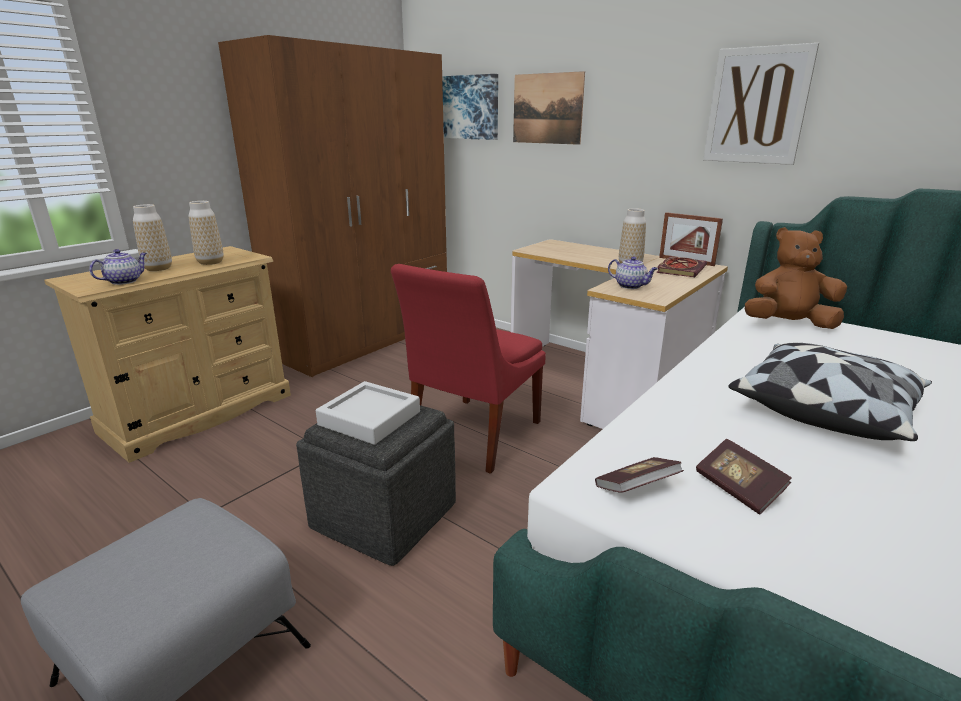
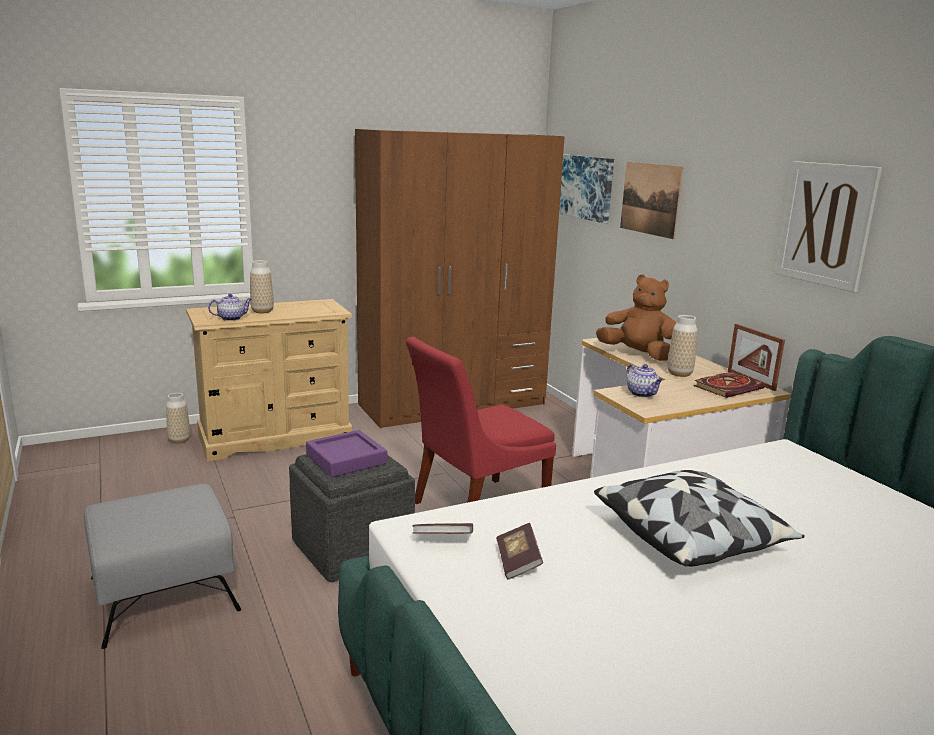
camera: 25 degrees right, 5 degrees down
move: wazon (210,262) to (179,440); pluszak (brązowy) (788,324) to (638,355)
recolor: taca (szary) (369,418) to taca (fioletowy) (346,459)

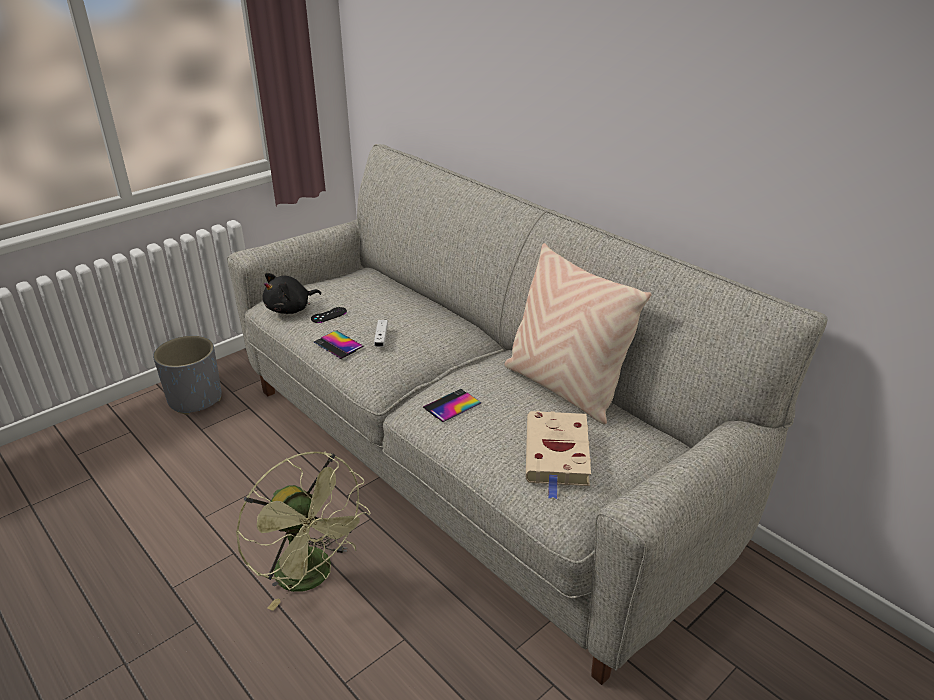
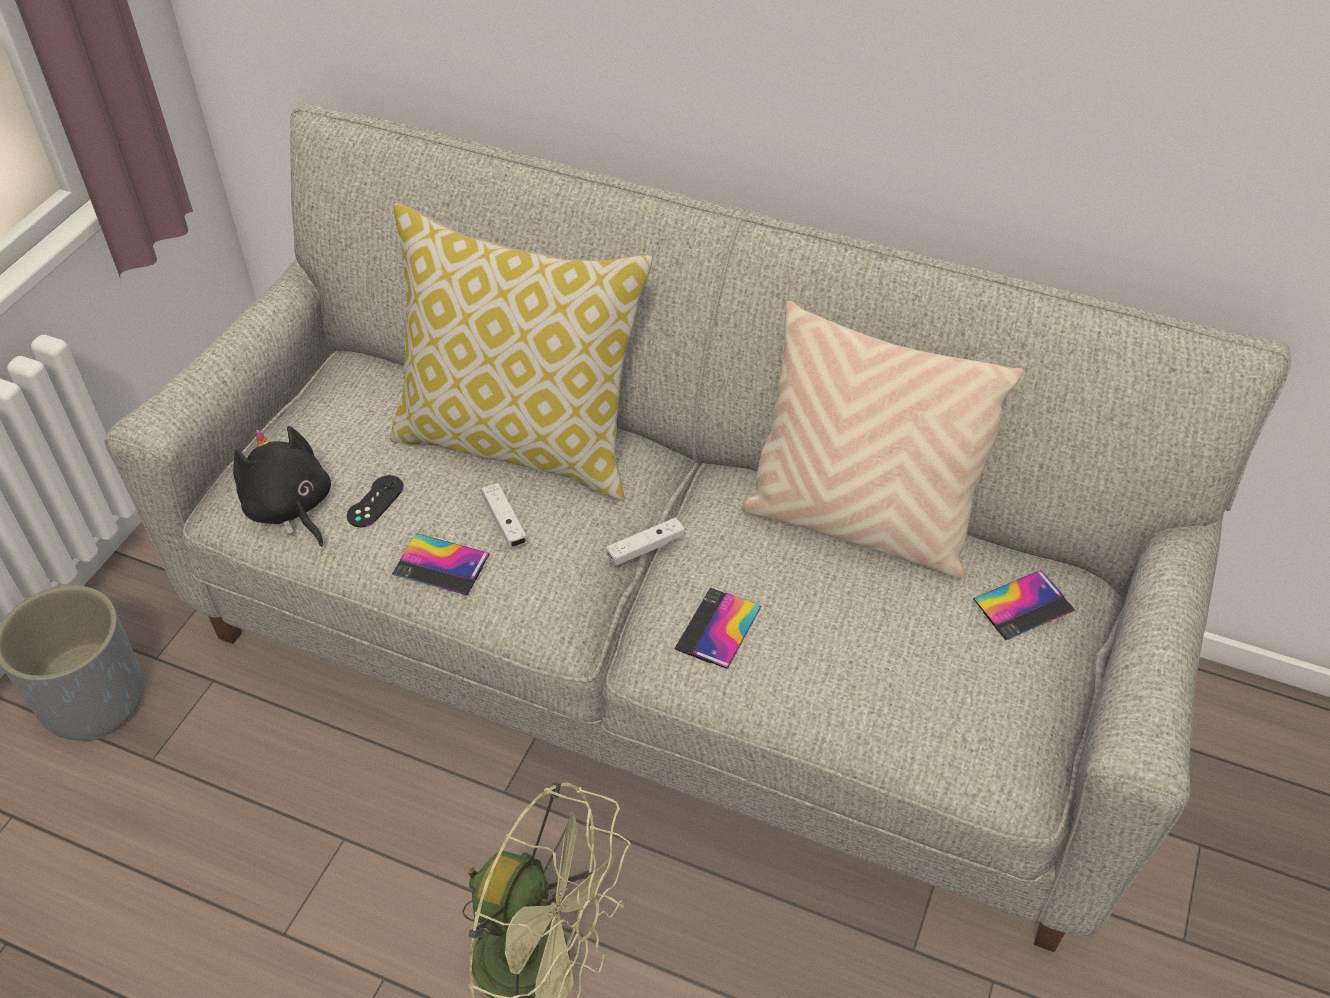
camera: 25 degrees left, 15 degrees up
delete: książka (beżowy) (557,455)
insert: poduszka (521,442); pad do gier (biały) (645,548); telefon (1023,605)
rotate: pluszak (czarny) (291,309) = (290,508) 120 degrees clockwise

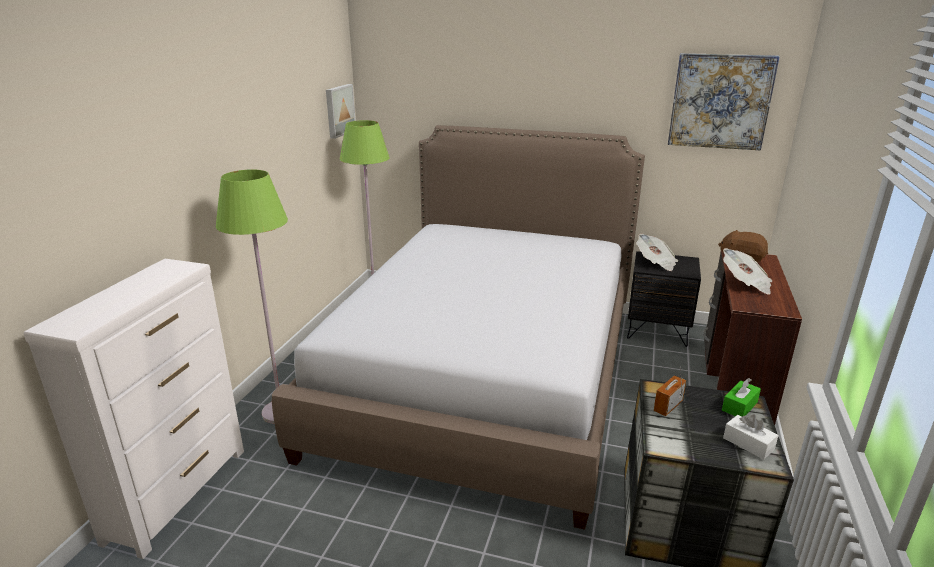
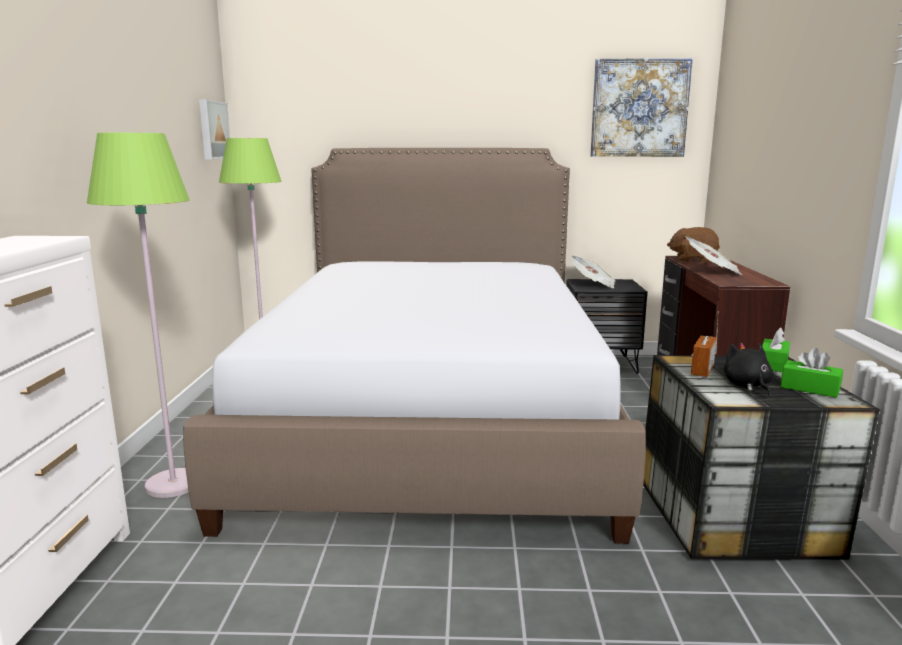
camera: 15 degrees left, 10 degrees down
insert: pluszak (czarny) (747,386)
recolor: pudełko chusteczek (biały) (748,444) to pudełko chusteczek (zielony) (810,388)

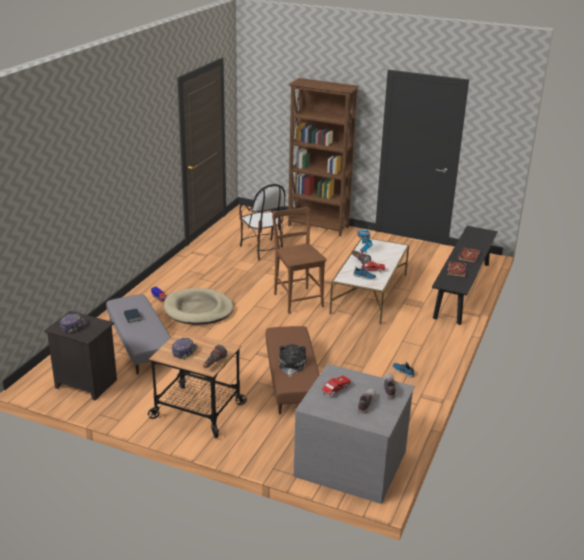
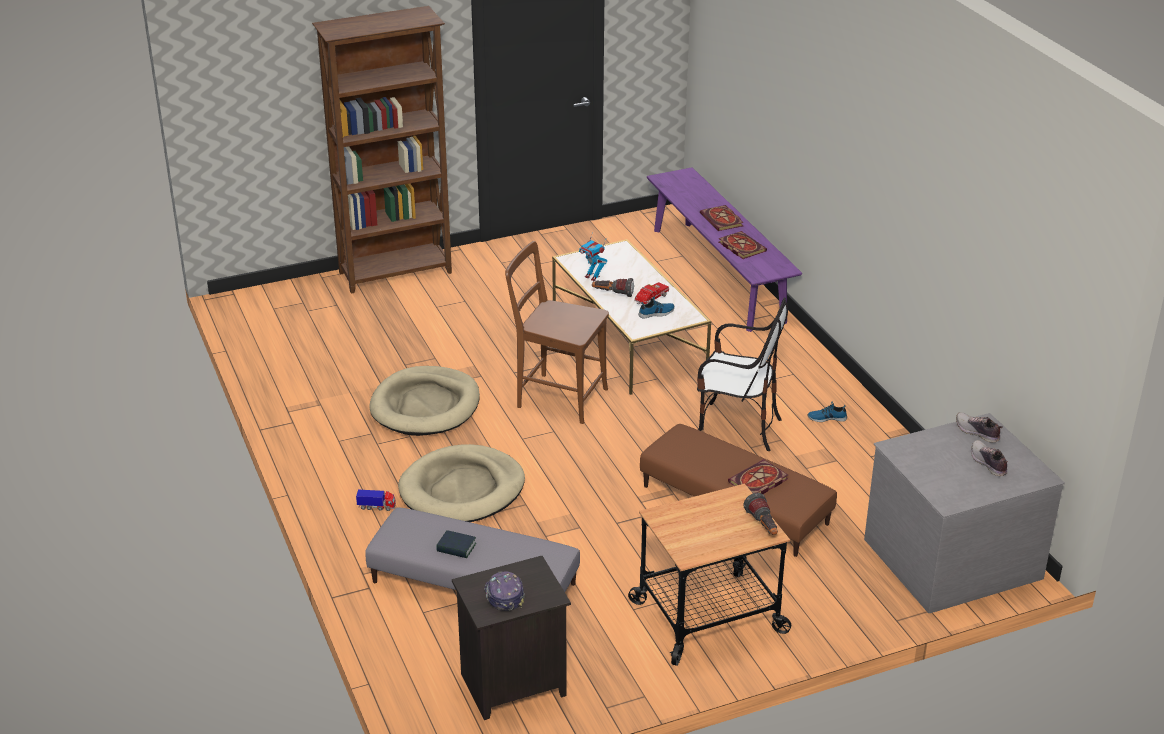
camera: 45 degrees left, 5 degrees up
delete: czapka z daszkiem (184,351); ciężarówka zabawkowa (335,390)
insert: legowisko (beżowy) (425,406)
move: krzesło (262,249) to (736,428)
replace: pluszak (291,365) to książka (758,482)
recolor: ławka (czarny) (462,290) to ławka (fioletowy) (717,274)

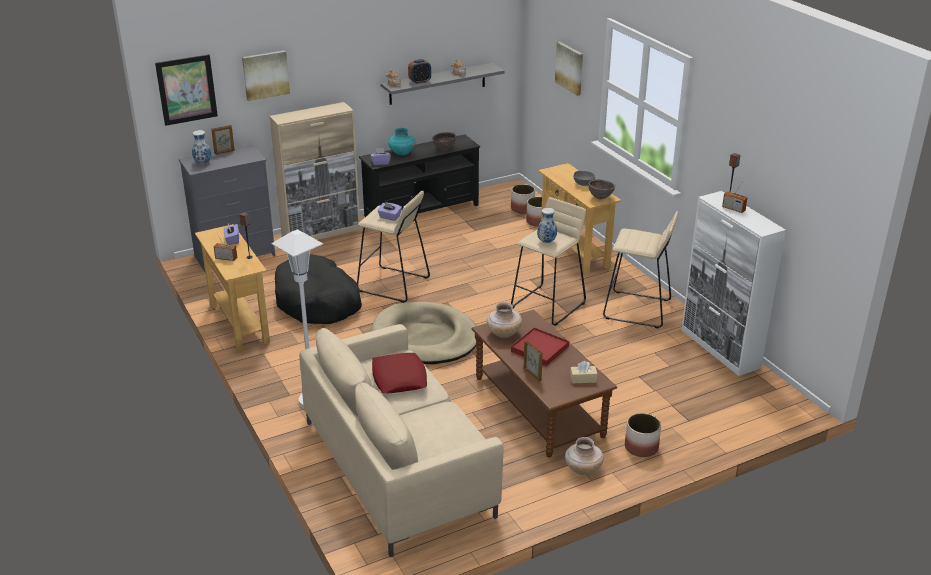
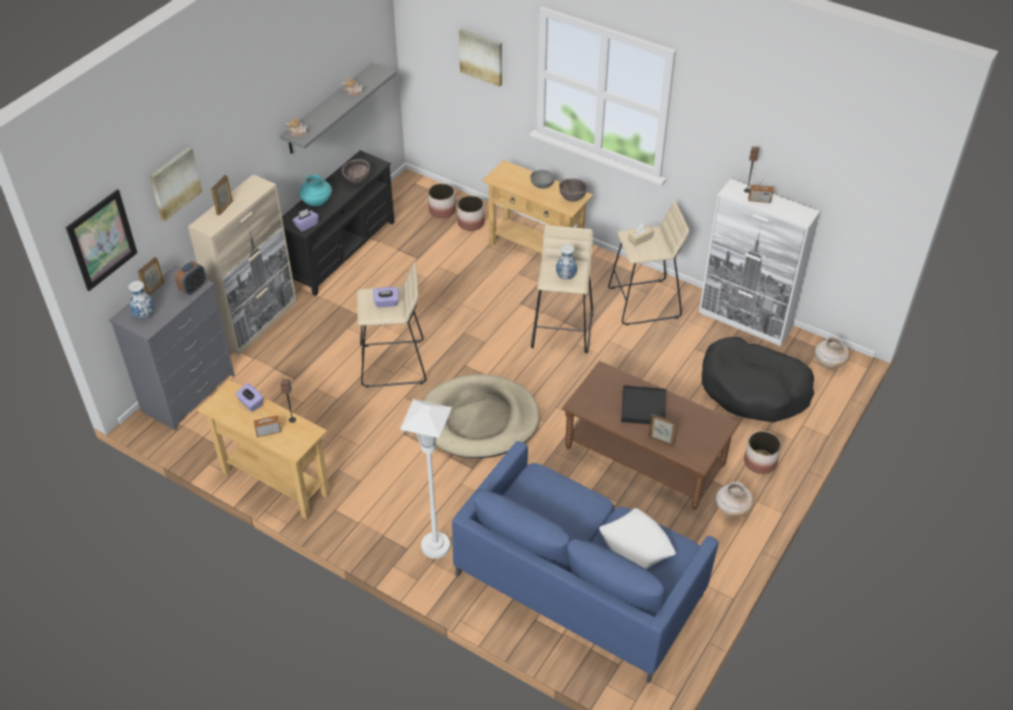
camera: 30 degrees left, 15 degrees up
delete: poduszka (czerwony) (399,378)
insert: ramka na zdjęcie (225,208); poduszka (biały) (636,545)
move: budzik (420,81) to (193,288); legowisko (czarny) (318,302) to (754,389); wazon (beżowy) (504,333) to (829,362); pudełko chusteczek (beżowy) (583,379) to (640,239)
recolor: kanapa (beżowy) (398,469) to kanapa (niebieski) (579,586); taca (czerwony) (539,348) to taca (czarny) (643,407)

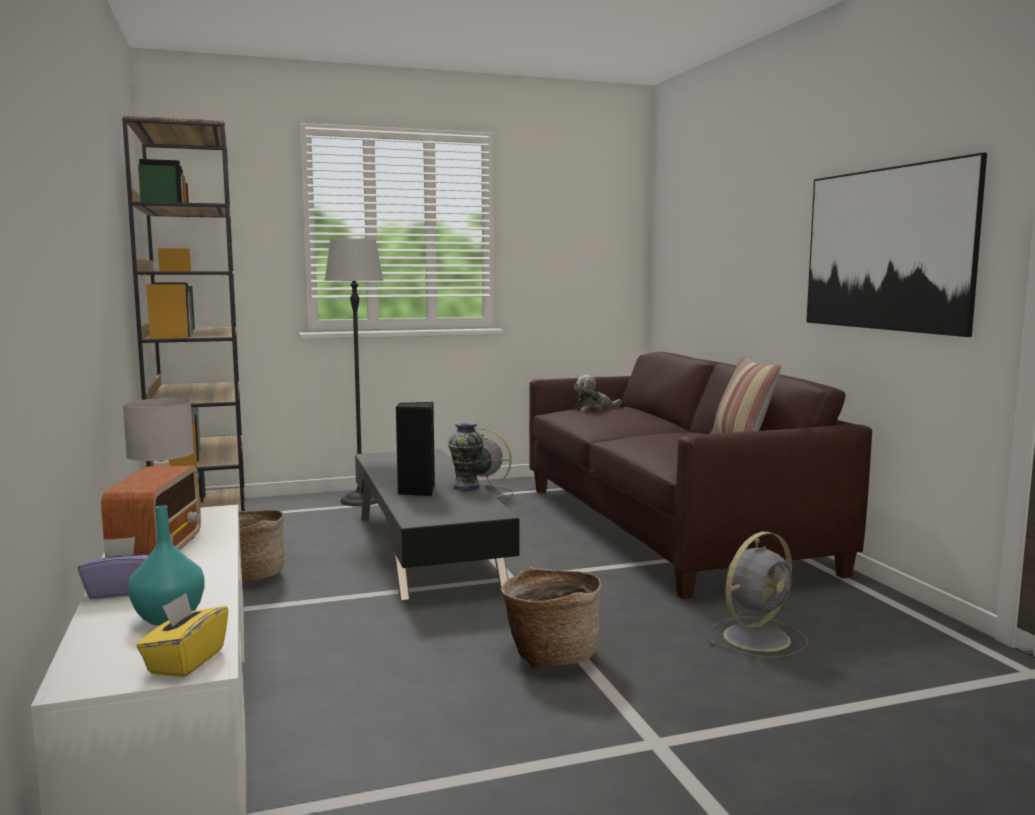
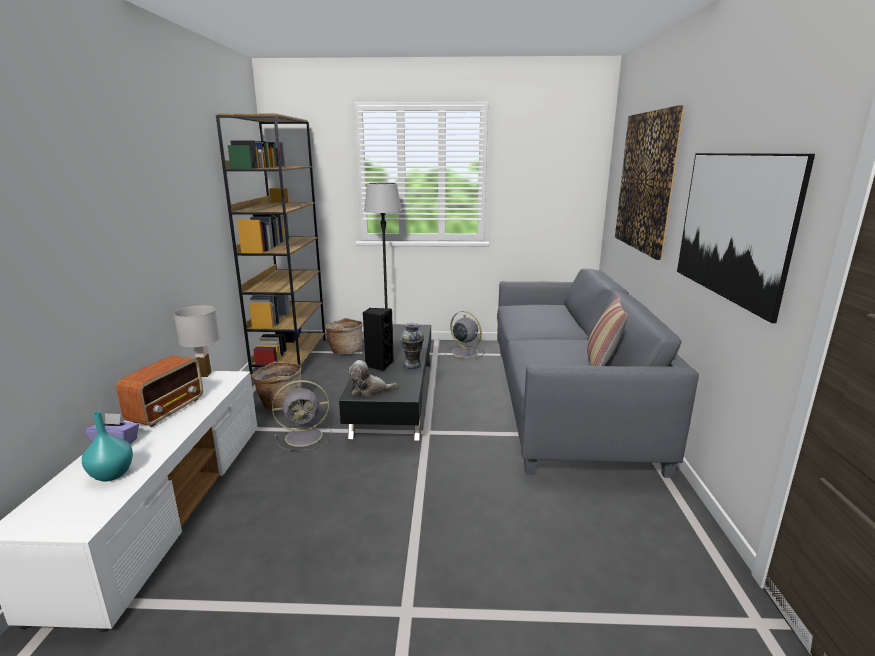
camera: 20 degrees right, 10 degrees up
delete: pudełko chusteczek (żółty) (185,661)
insert: obraz (646,182)
move: pluszak (594,409) to (369,390); wentylator (szary) (758,637) to (305,436); koszyk (550,655) to (345,350)
recolor: kanapa (brązowy) (666,527) to kanapa (szary) (565,402)

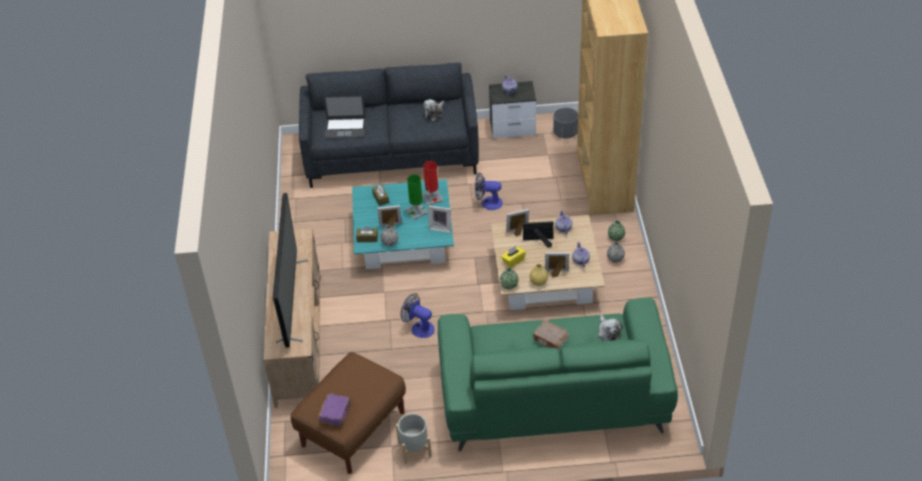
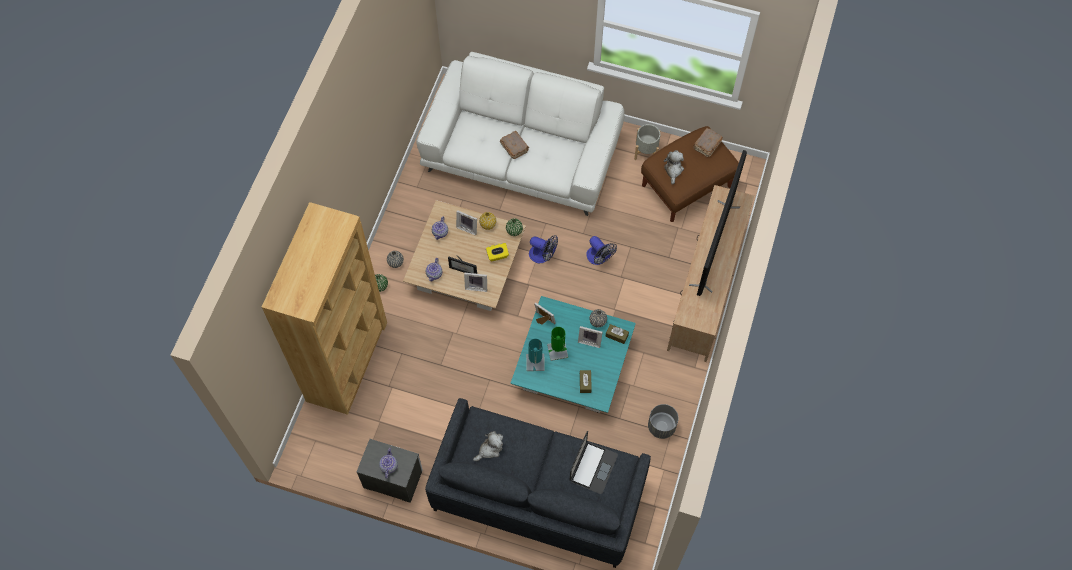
camera: 160 degrees left, 20 degrees up
move: donica (szary) (565,133) to (661,426); wentylator (487,203) to (543,255); pluszak (608,332) to (673,170)
recolor: lampa stołowa (czerwony) (432,198) to lampa stołowa (turkusowy) (535,362); kanapa (zielony) (552,395) to kanapa (biały) (522,155); książka (fioletowy) (336,413) to książka (brązowy) (706,145)
rotate: laptop (345,128) = (593,467) 90 degrees clockwise

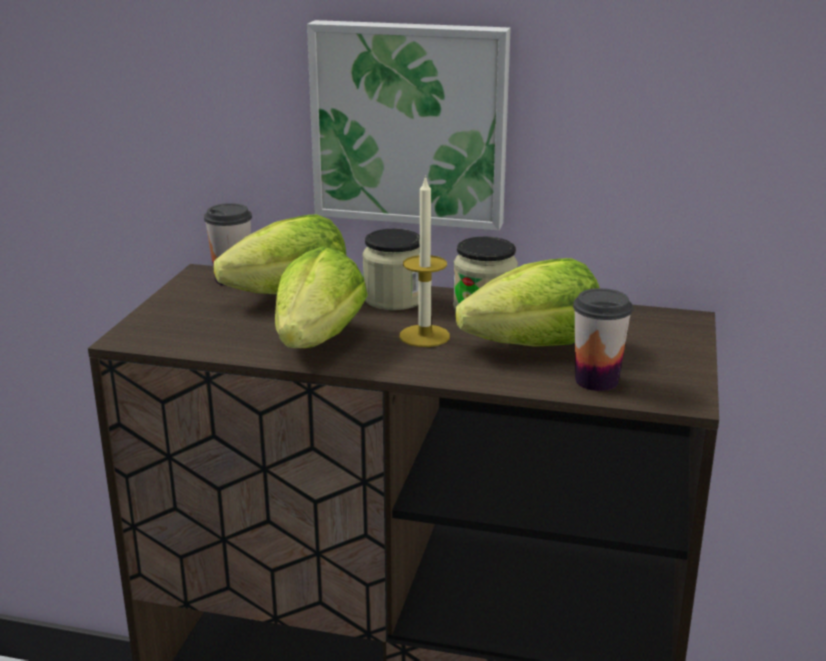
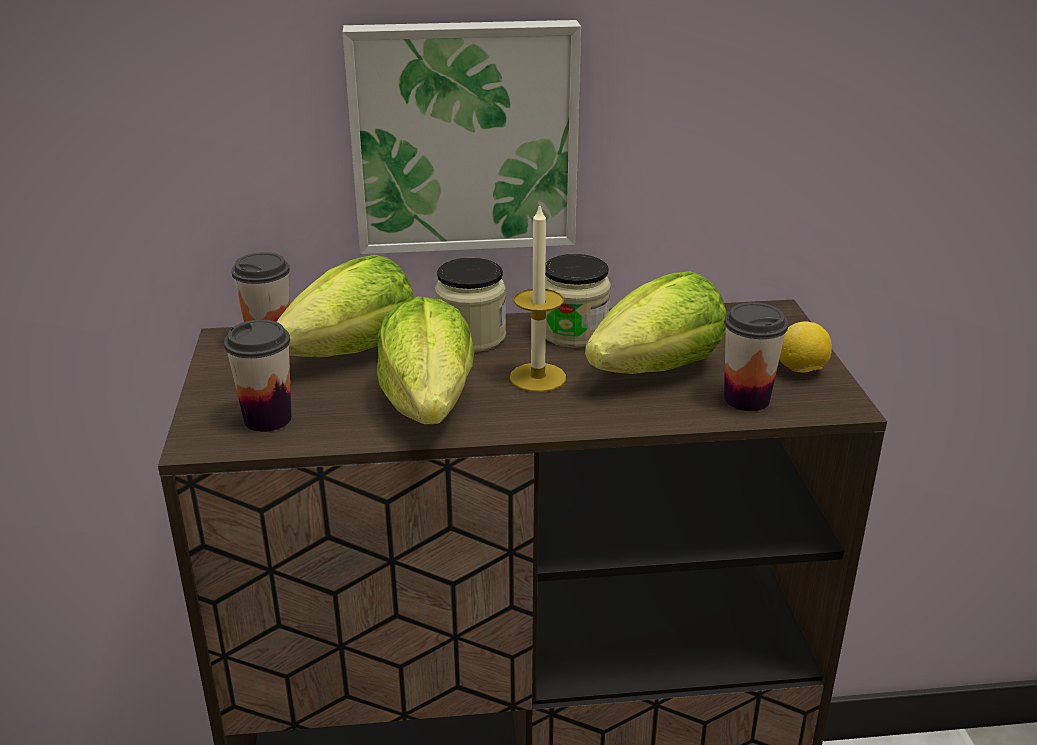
camera: 20 degrees left, 5 degrees up
insert: filiżanka (267,419); cytryna (801,371)

